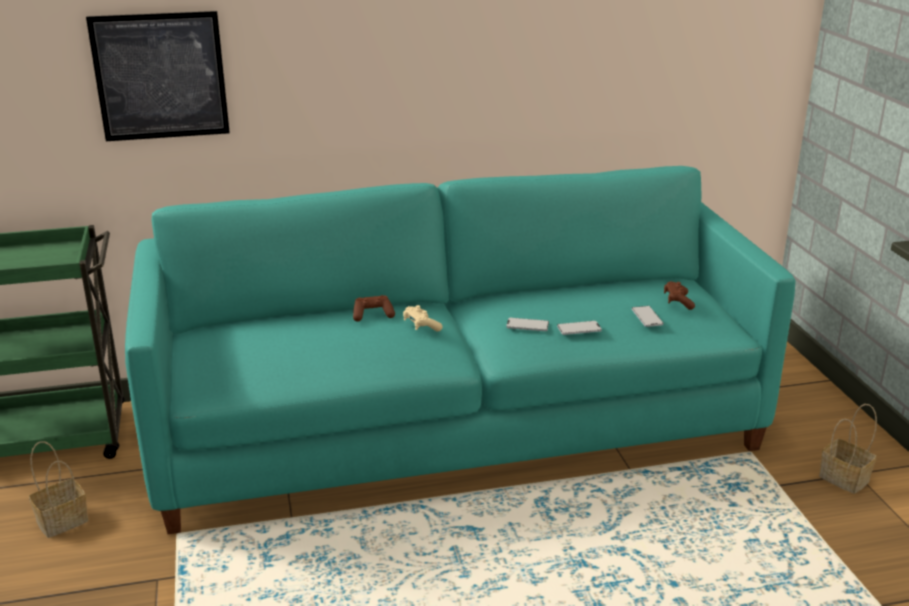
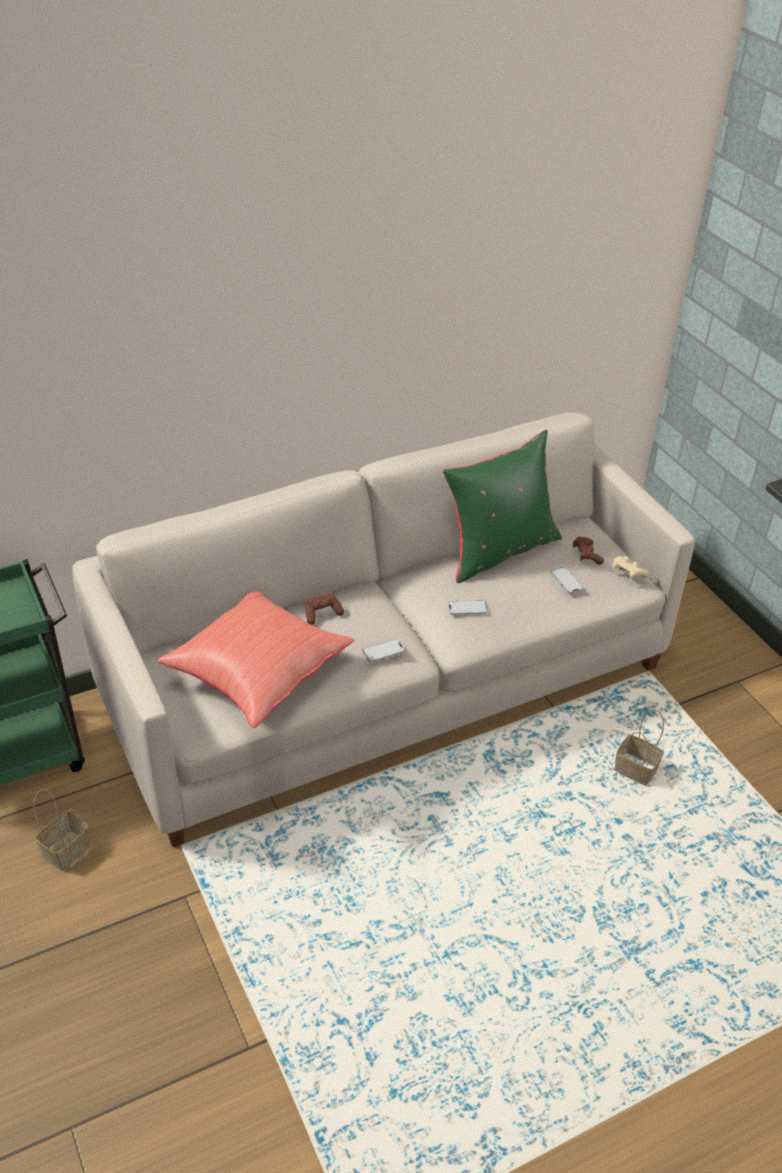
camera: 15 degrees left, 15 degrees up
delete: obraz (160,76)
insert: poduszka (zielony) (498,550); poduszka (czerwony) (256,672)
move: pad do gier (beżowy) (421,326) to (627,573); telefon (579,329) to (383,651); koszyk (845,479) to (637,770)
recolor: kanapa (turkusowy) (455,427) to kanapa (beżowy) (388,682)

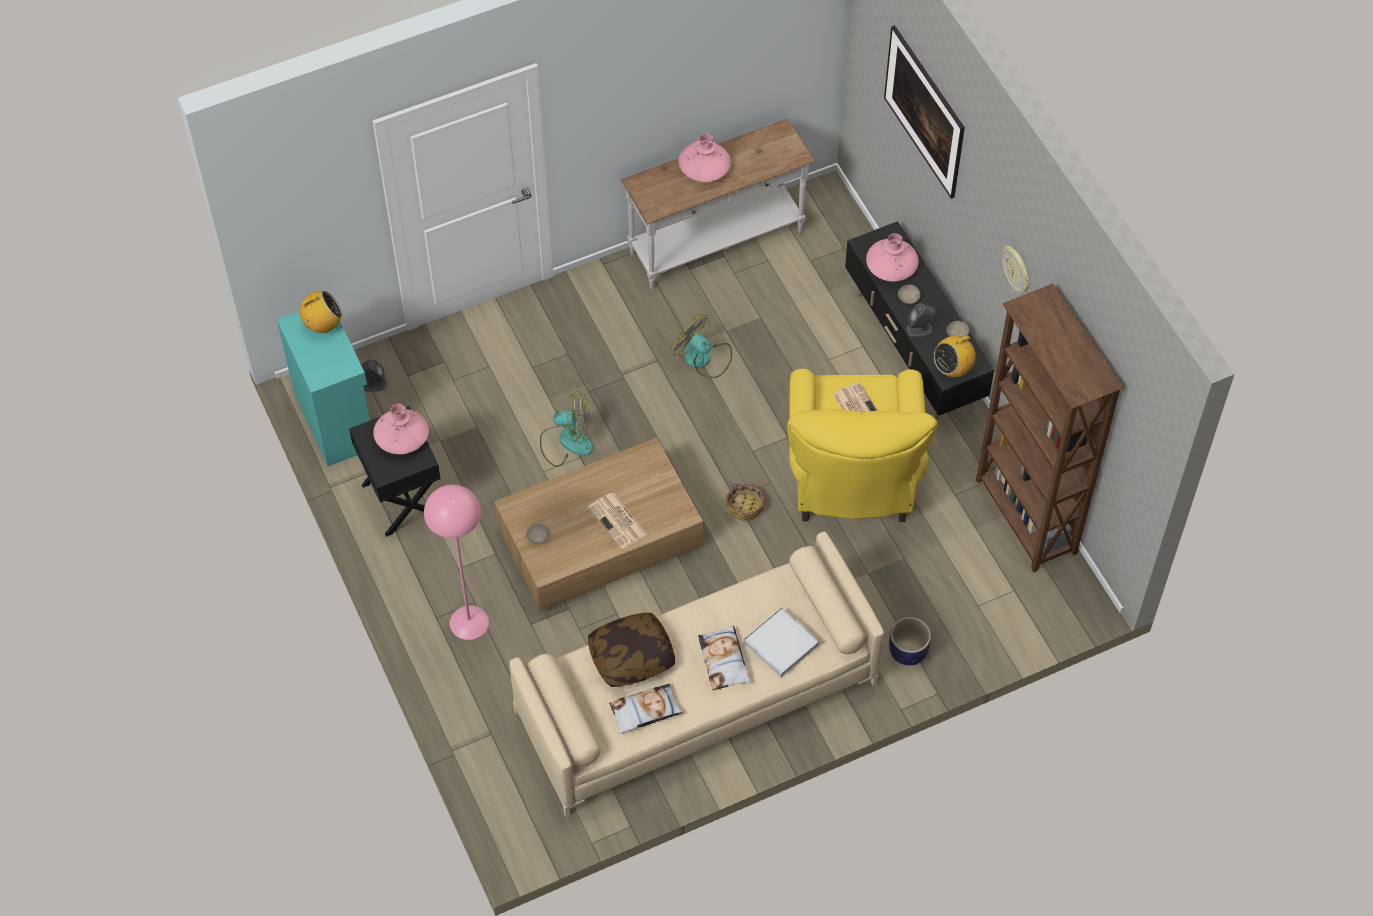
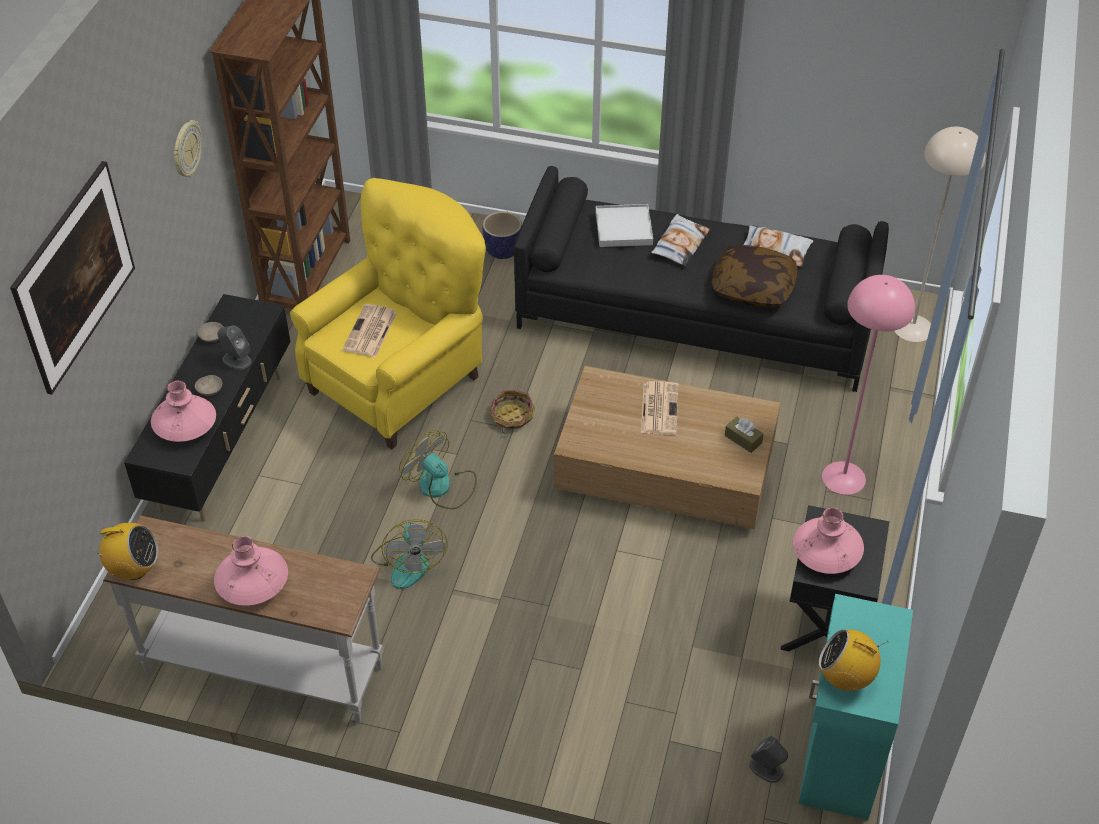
camera: 140 degrees left, 10 degrees down
insert: lampa stojąca (beżowy) (913,328)
move: radio (953,369) to (134,569); wentylator (567,441) to (441,487)
replace: miska (beżowy) (539,537) to pudełko chusteczek (brązowy) (743,439)
recolor: kanapa (beżowy) (696,697) to kanapa (czarny) (695,315)

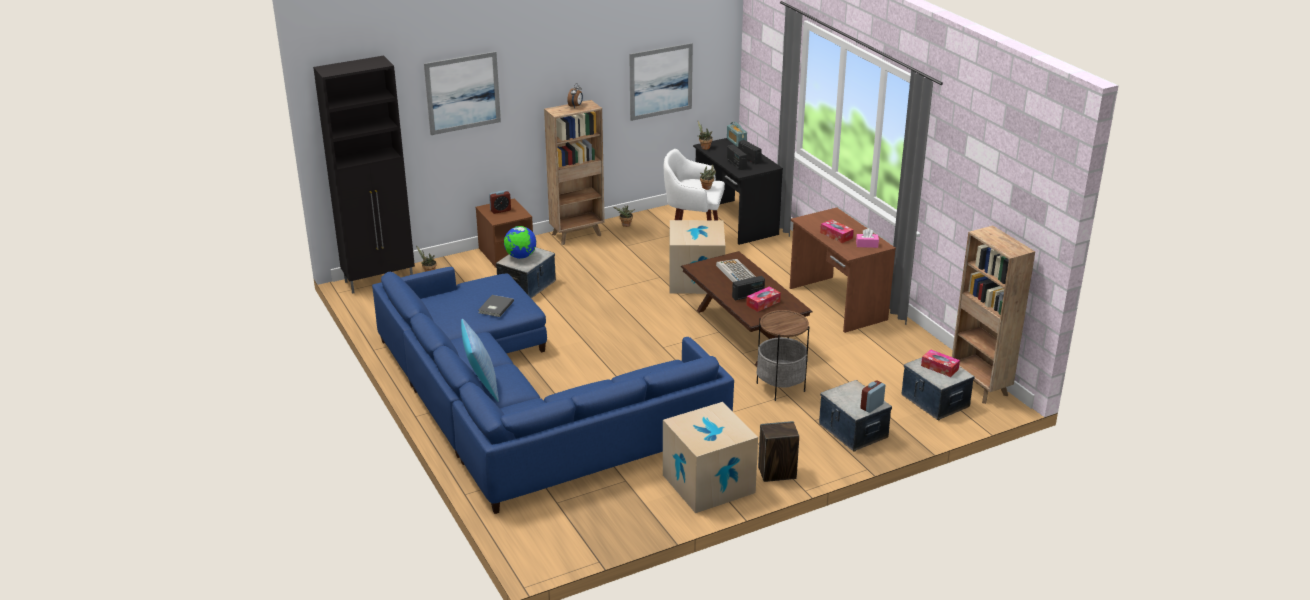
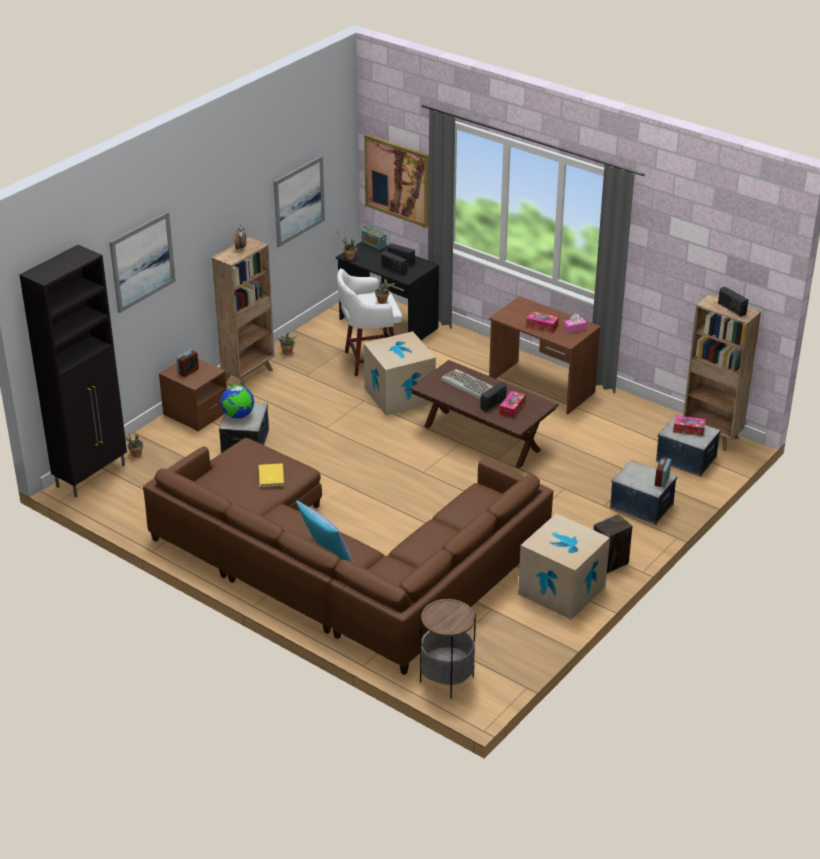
camera: 25 degrees left, 5 degrees up
insert: obraz (397,180); radio (731,309)
move: stolik (780,387) to (447,679)
recolor: kanapa (niebieski) (521,405) to kanapa (brązowy) (342,566); książka (szary) (495,307) to książka (żółty) (270,477)

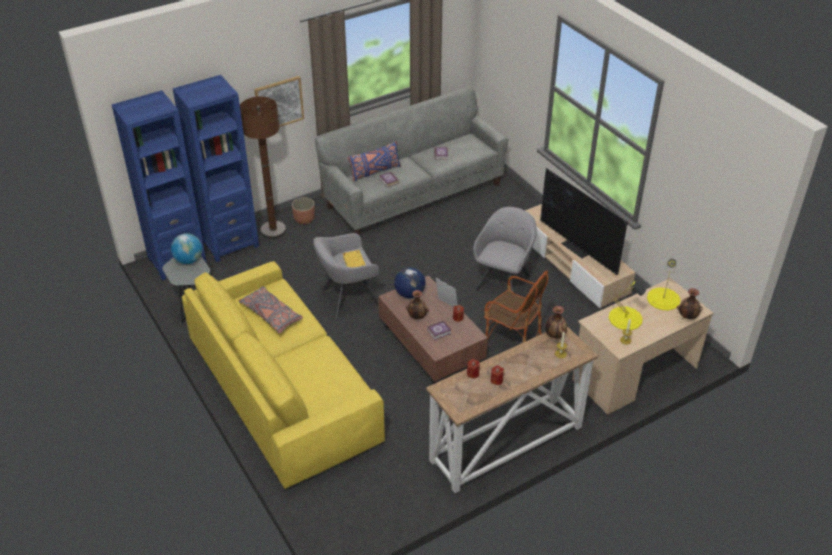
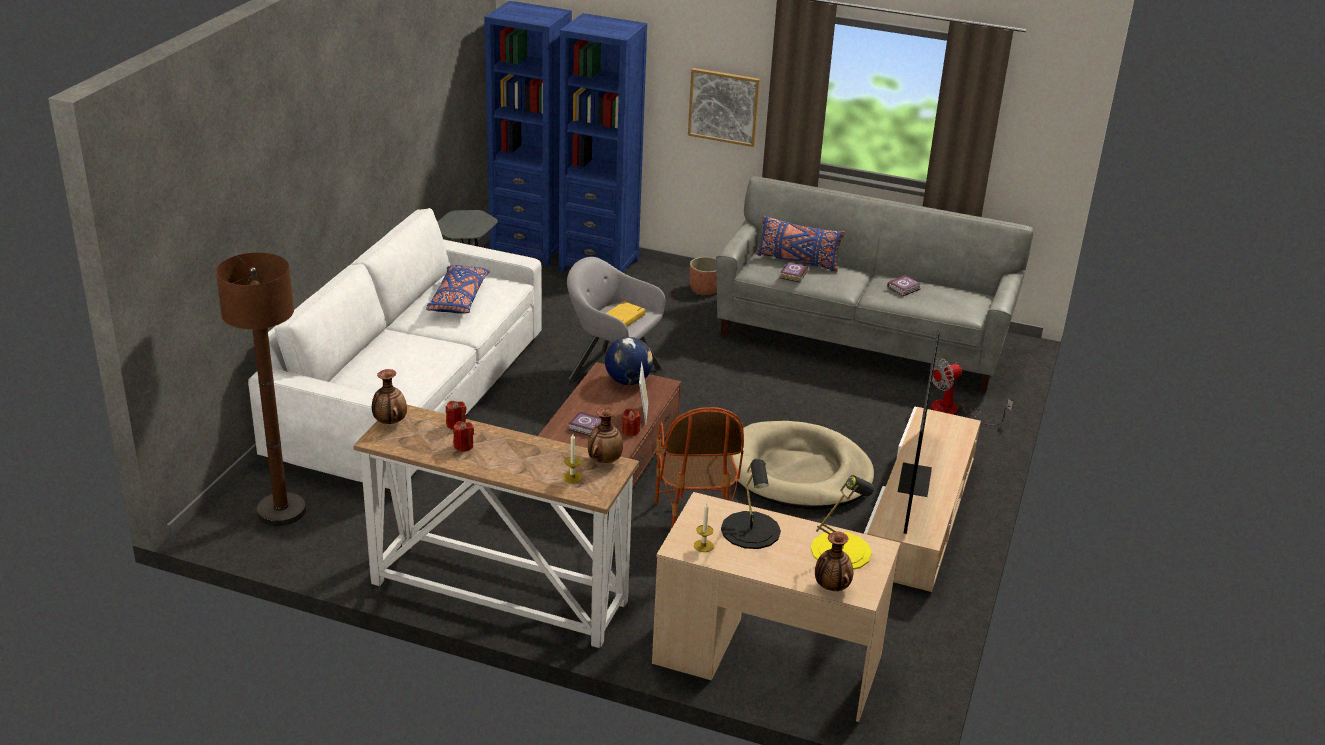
camera: 50 degrees right, 10 degrees down
delete: globus (189,260)
insert: wentylator (954,411)
move: lampa stojąca (brązowy) (273,231) to (281,511); wazon (417,317) to (389,422)
replace: fotel (szary) (503,282) to legowisko (beżowy) (798,472)
recolor: kanapa (żółty) (283,390) to kanapa (biały) (411,394); lampa stołowa (żółty) (625,318) to lampa stołowa (czarny) (751,530); poduszka (szary) (271,315) to poduszka (niebieski) (458,299)

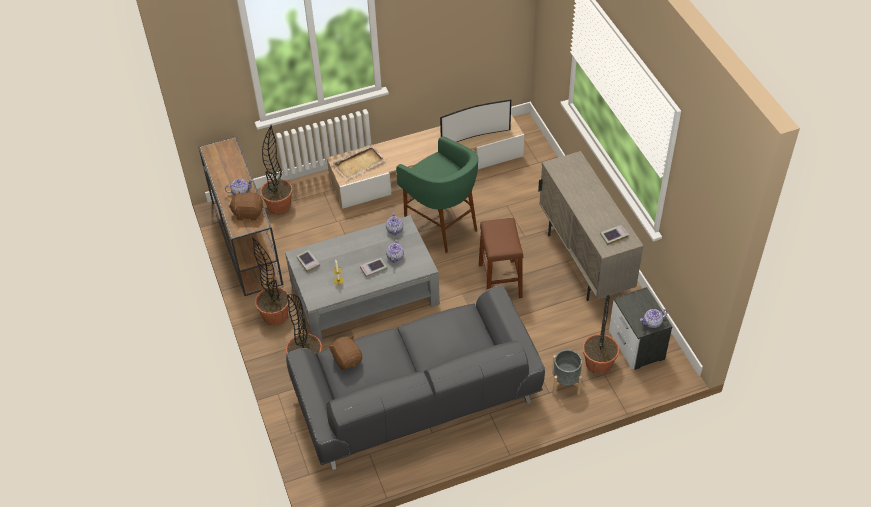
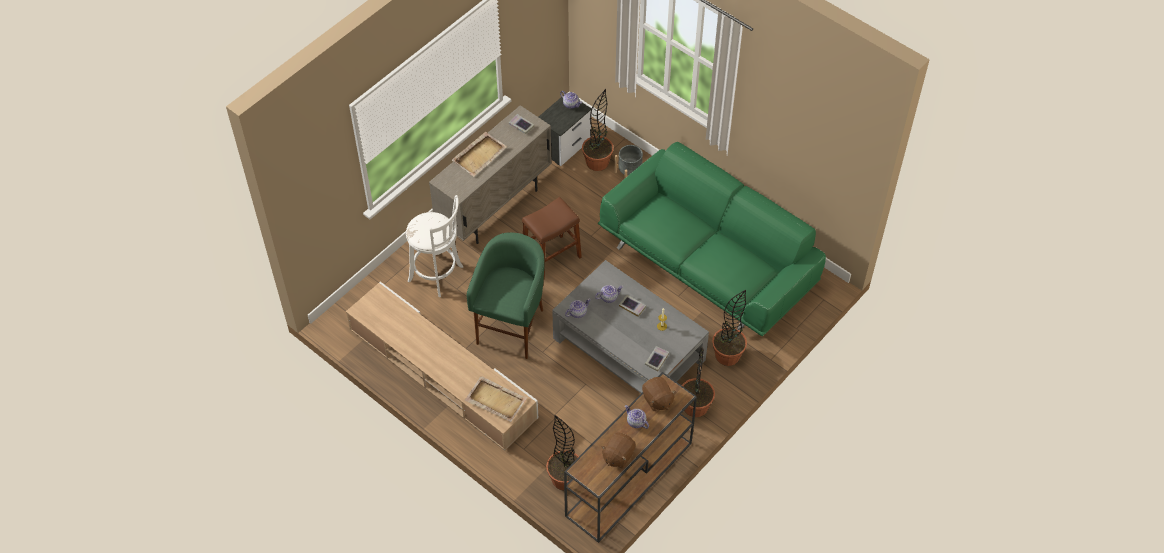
camera: 120 degrees left, 5 degrees up
delete: telewizor (474,136)
insert: taca (beżowy) (480,155); stołek (biały) (438,275)
move: pluszak (brązowy) (347,359) to (618,456)
recolor: kanapa (szary) (416,398) to kanapa (zielony) (708,263)

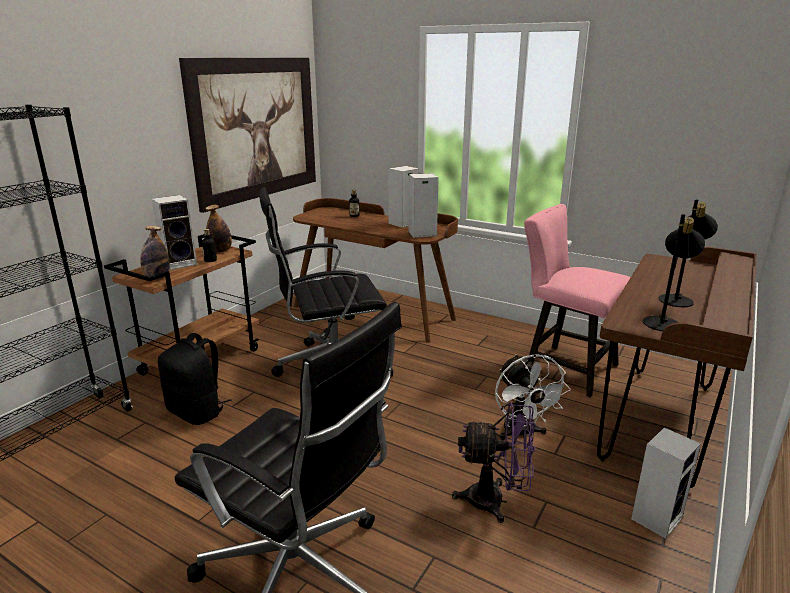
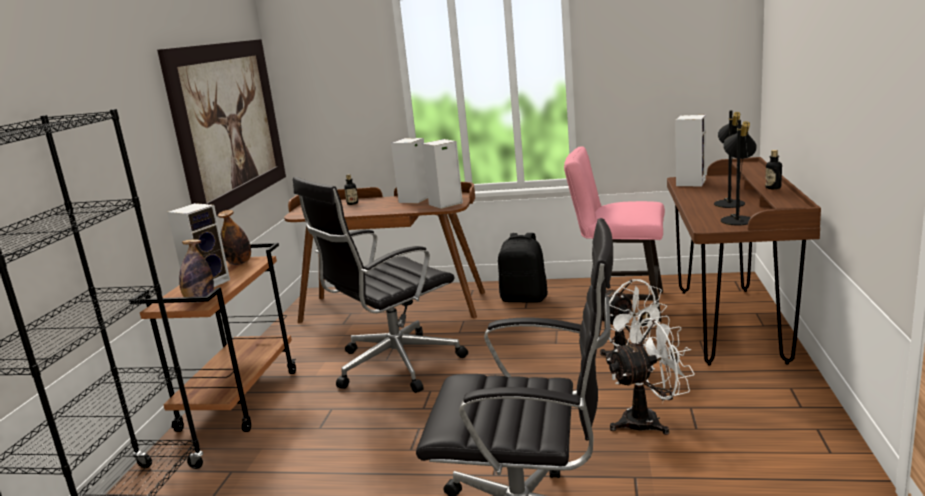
camera: 20 degrees left, 5 degrees down
move: butelka (210,260) to (773,188); plecak (czarny) (197,412) to (524,298); głośnik (656,517) to (690,182)
recolor: wentylator (fioletowy) (495,501) to wentylator (biały) (649,421)

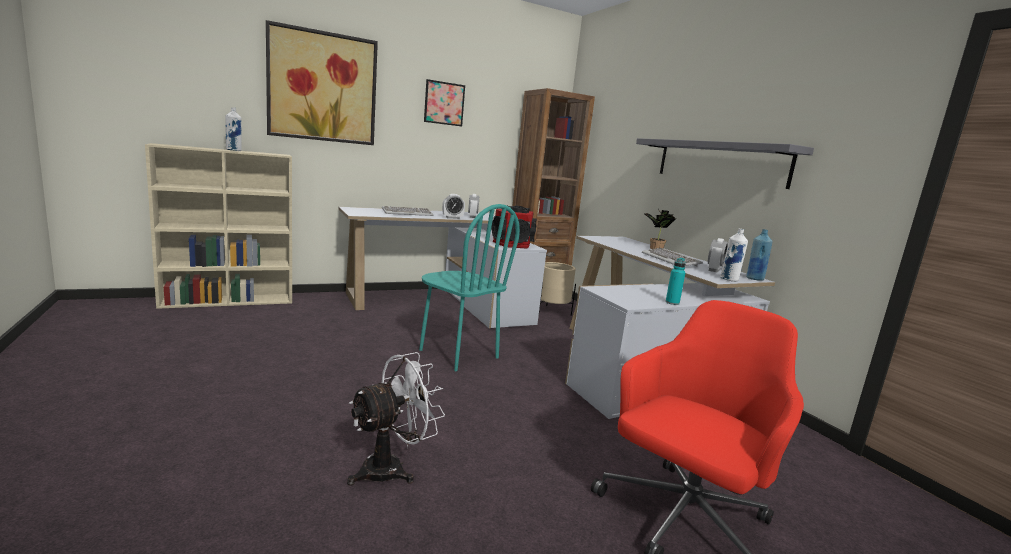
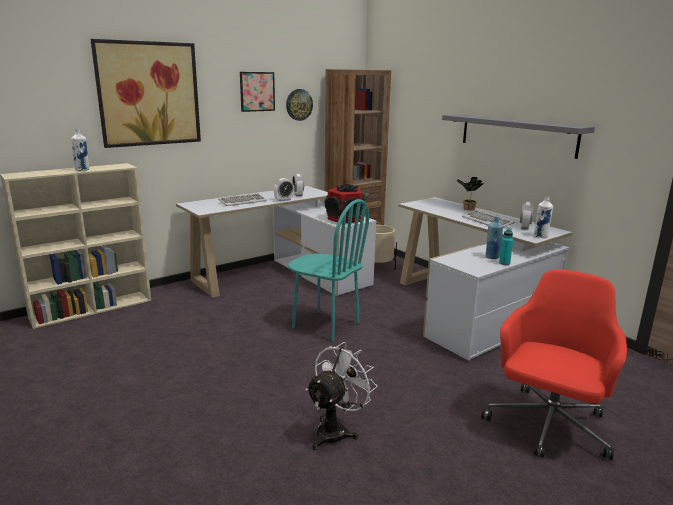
camera: 10 degrees left, 5 degrees up
insert: zegar ścienny (299,104)
move: butelka (niebieski) (754,278) to (492,257)

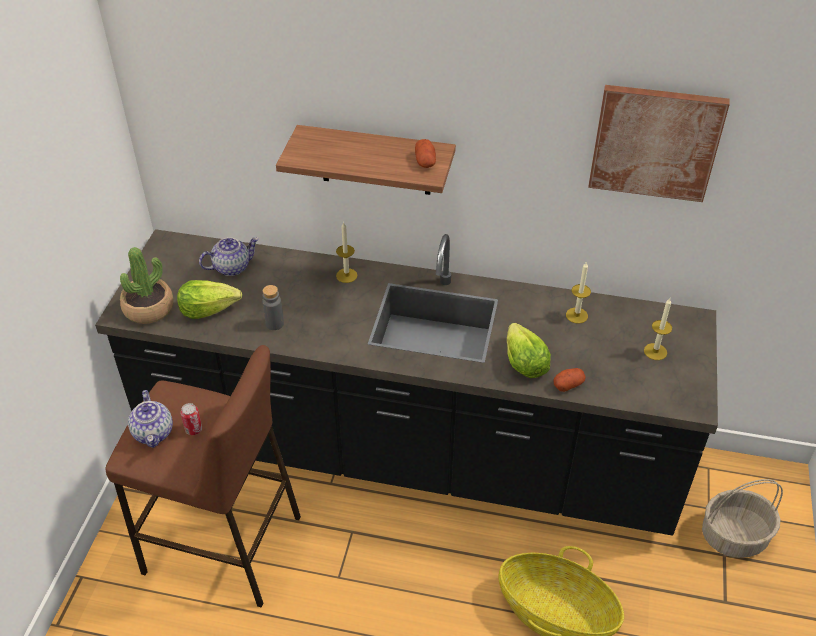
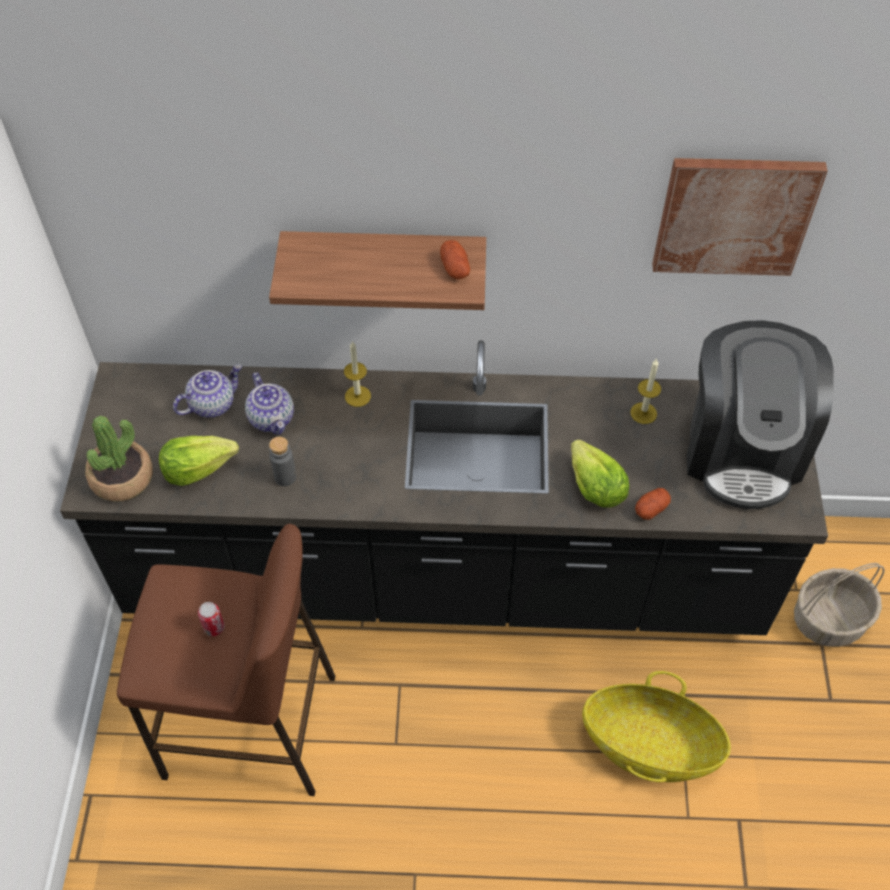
camera: 10 degrees left, 10 degrees up
move: imbryk (154,433) to (272,418)
replace: świeca (655,351) to ekspres do kawy (742,449)

